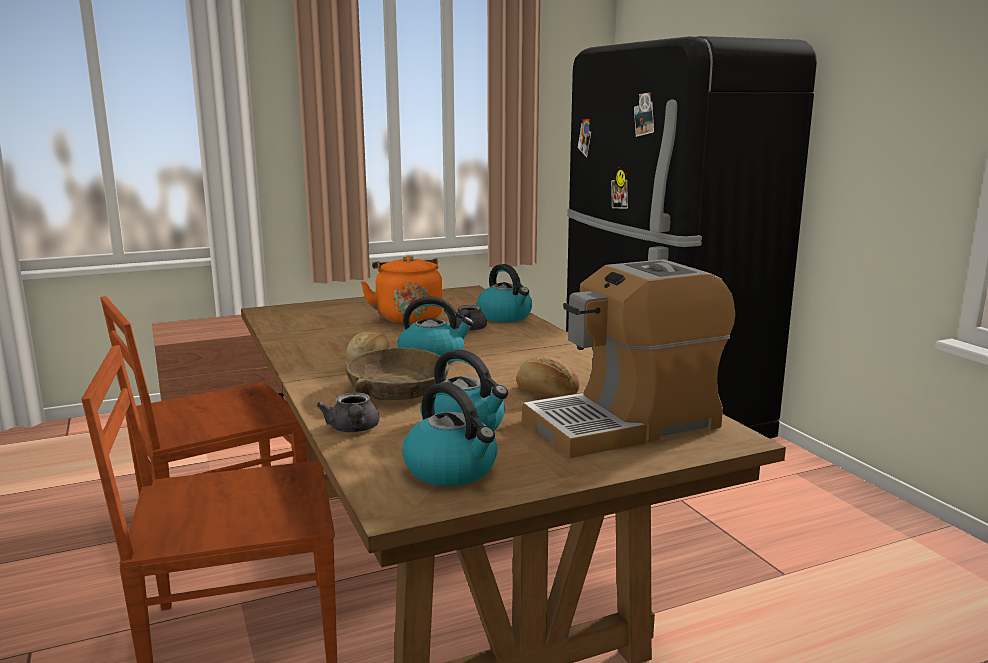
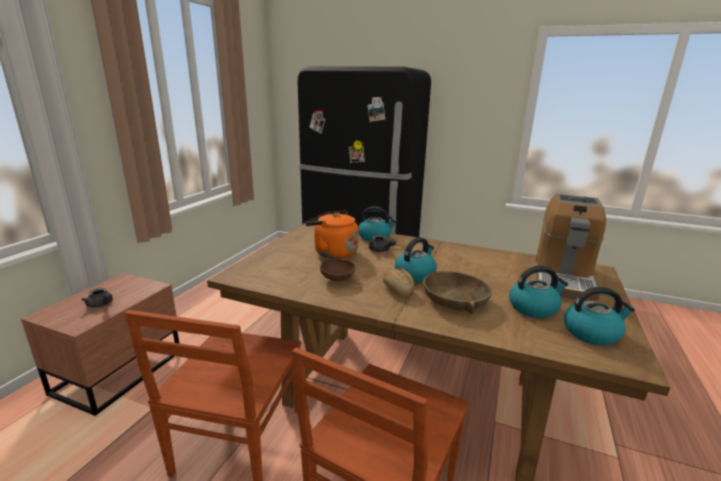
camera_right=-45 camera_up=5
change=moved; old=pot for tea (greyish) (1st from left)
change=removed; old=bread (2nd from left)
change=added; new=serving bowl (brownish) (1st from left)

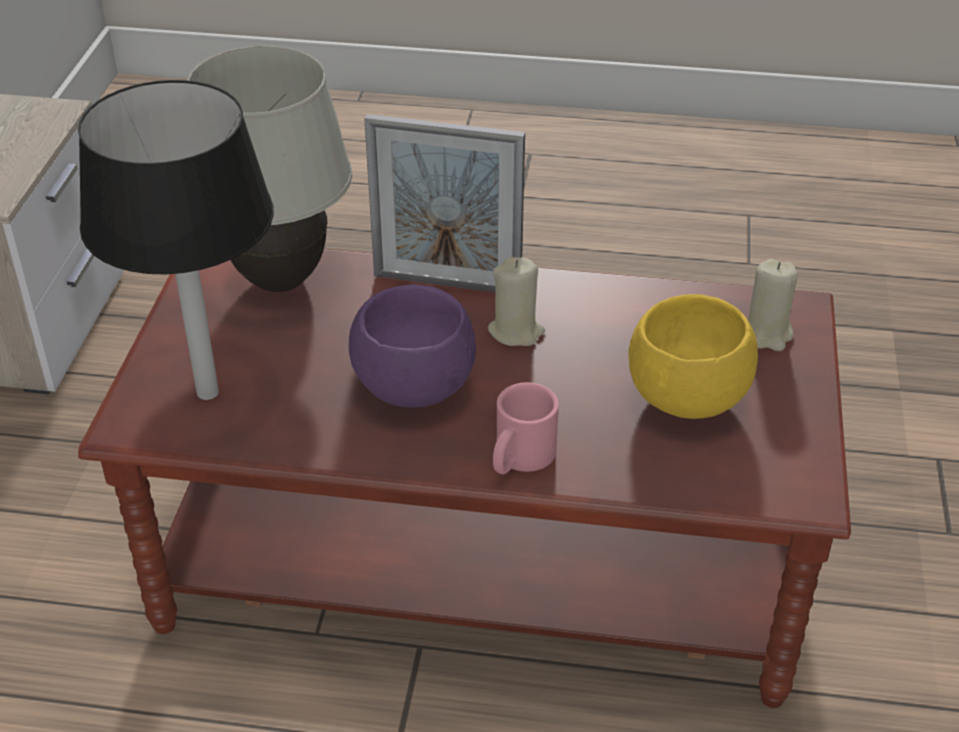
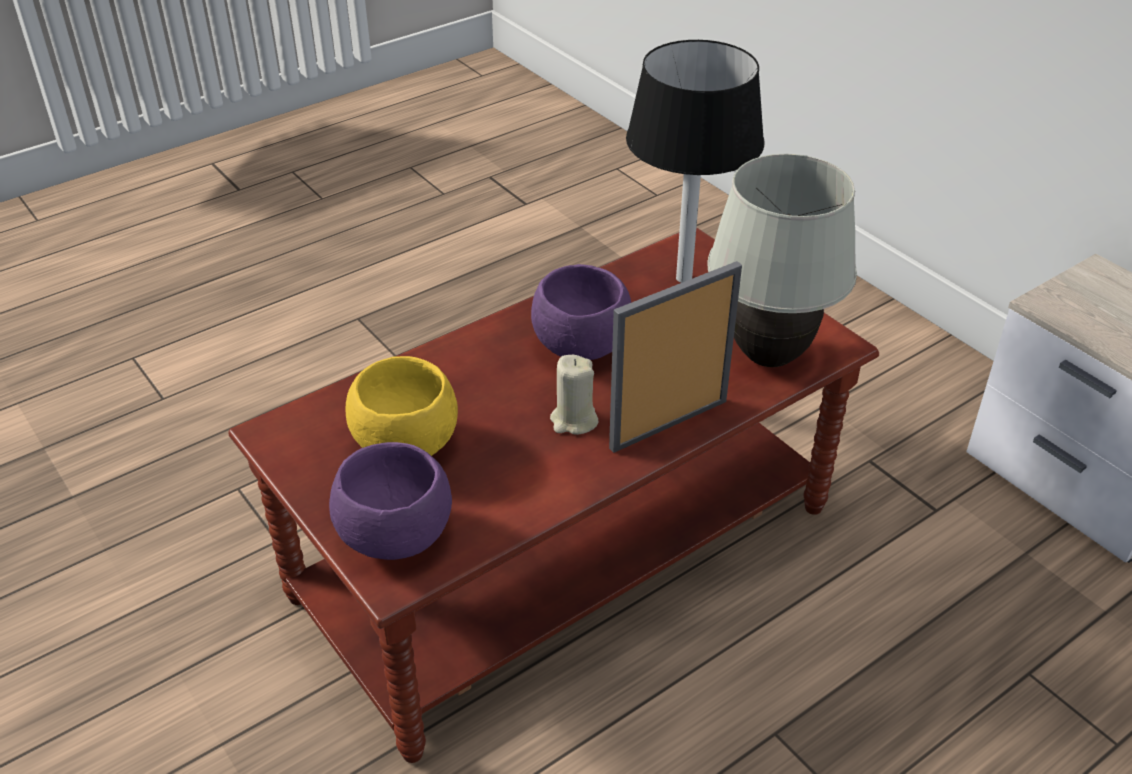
camera_right=135 camera_up=0
change=removed; old=coffee mug (pink-coloured)
change=replaced; old=candle (beige) (2nd from left); new=serving bowl (purple) (1st from left)

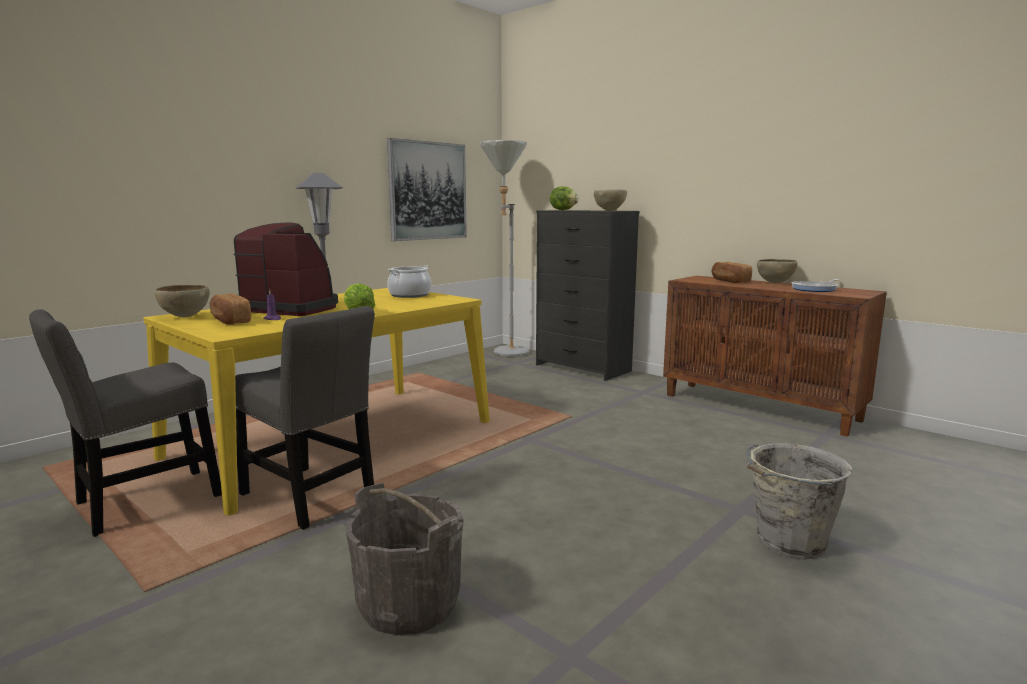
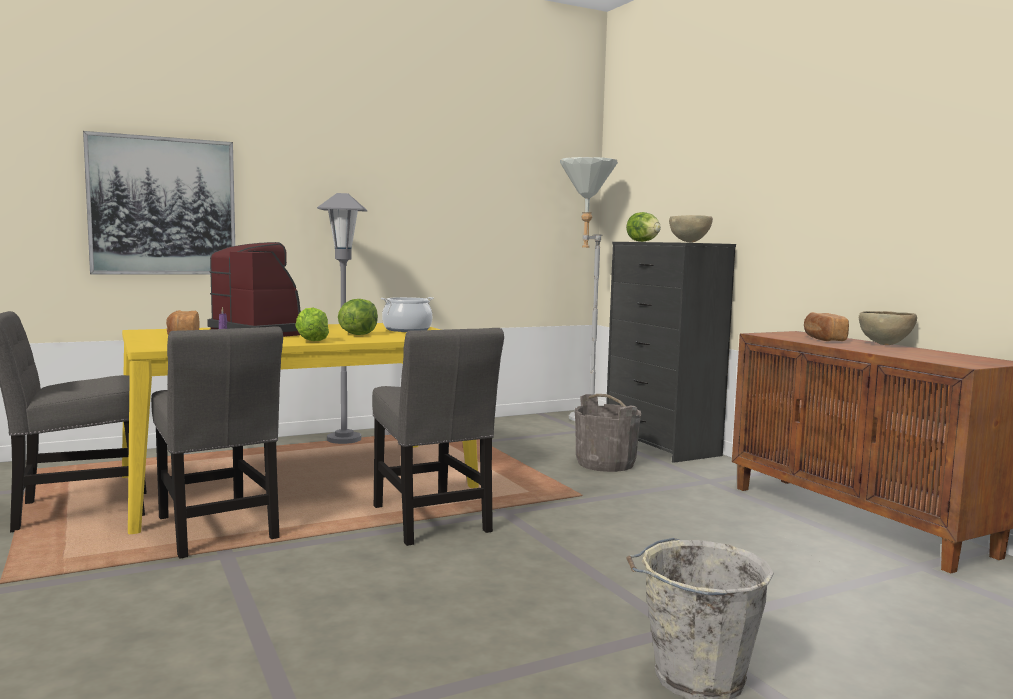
camera_right=20 camera_up=-5
change=removed; old=serving bowl (brownish) (1st from left)
change=moved; old=bucket (greyish) (1st from left)
change=moved; old=picture
change=removed; old=frying pan
change=added; new=lettuce (2nd from left)
change=added; new=plain chair (greyish) (3rd from left)

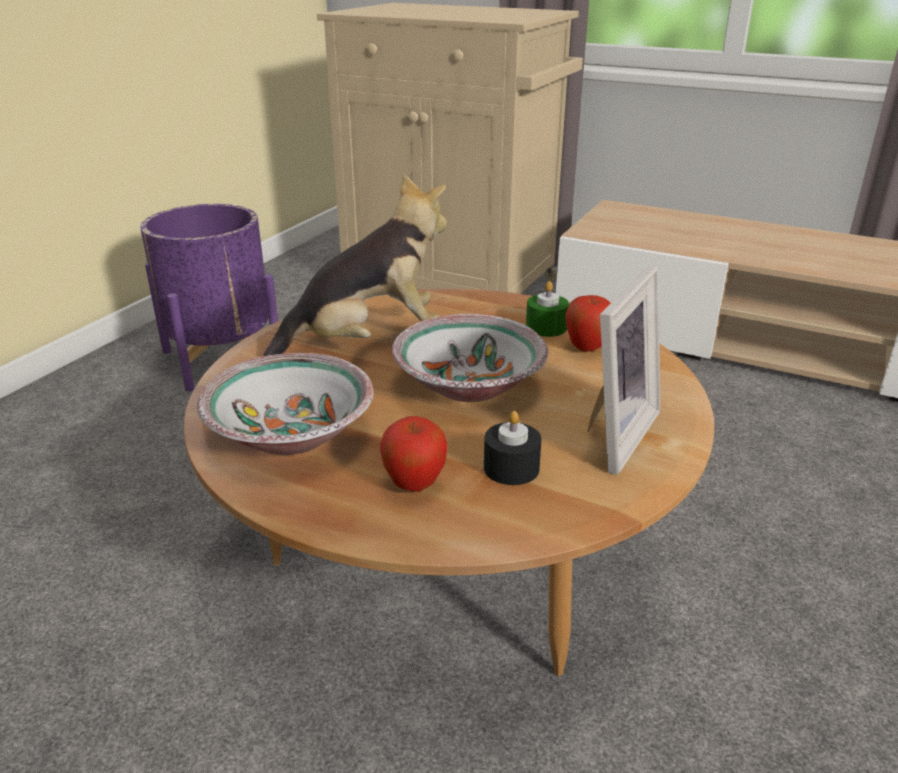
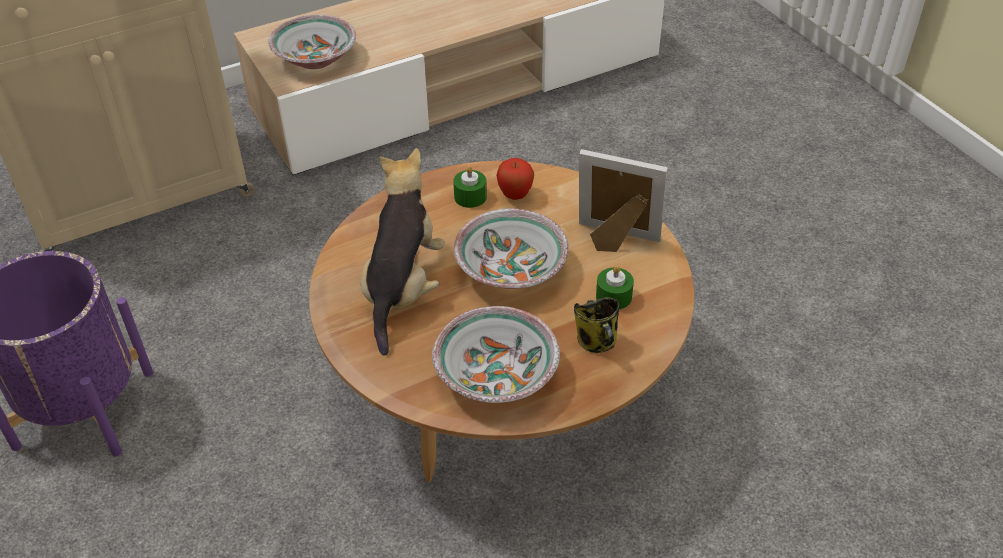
camera_right=-55 camera_up=15
change=replaced; old=whole apple (1st from left); new=coffee mug
change=recoloured; old=candle (blackish); new=candle (greenish) (2nd from left)
change=turned; old=standing frame; degrees=-45
change=added; new=serving bowl (1st from left)

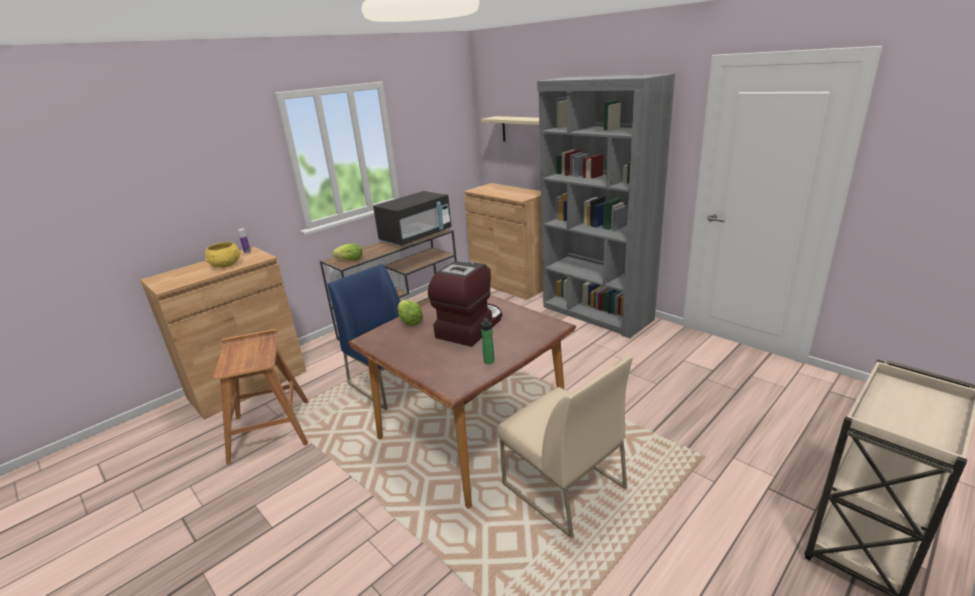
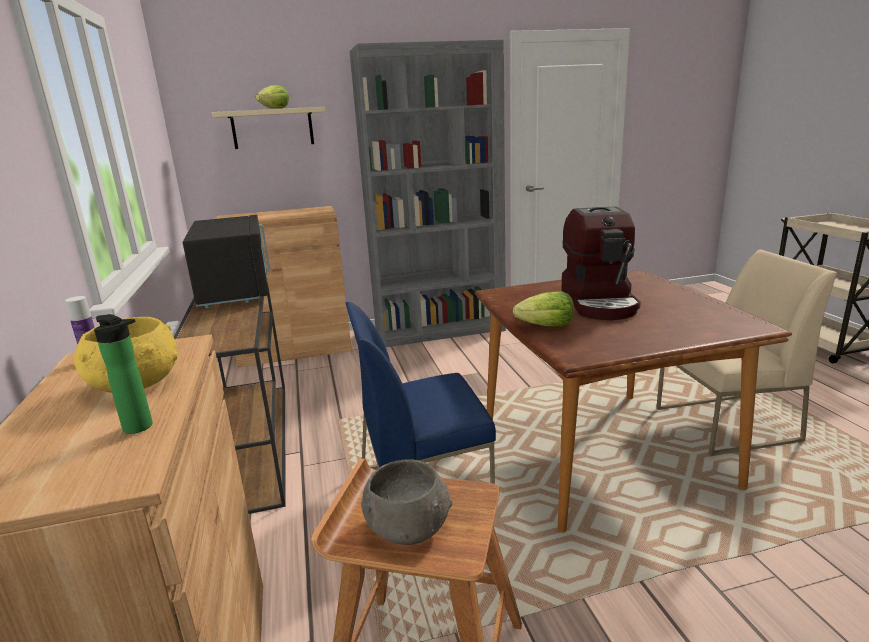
camera_right=-60 camera_up=-5
change=moved; old=lettuce (1st from left)
change=turned; old=coffee maker; degrees=-150
change=moved; old=bottle (2nd from left)
change=added; new=serving bowl (greyish)

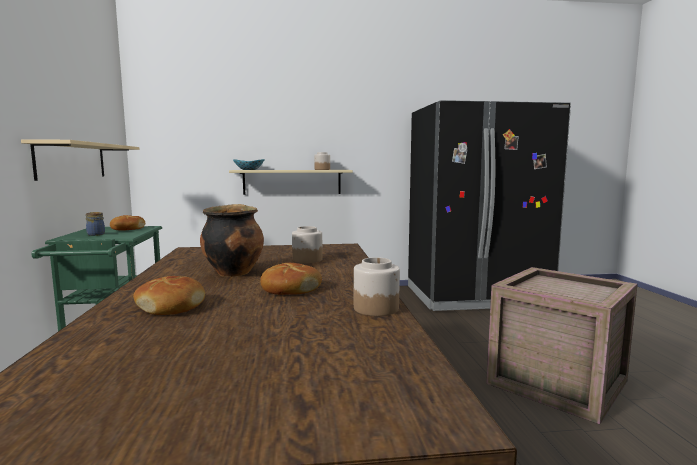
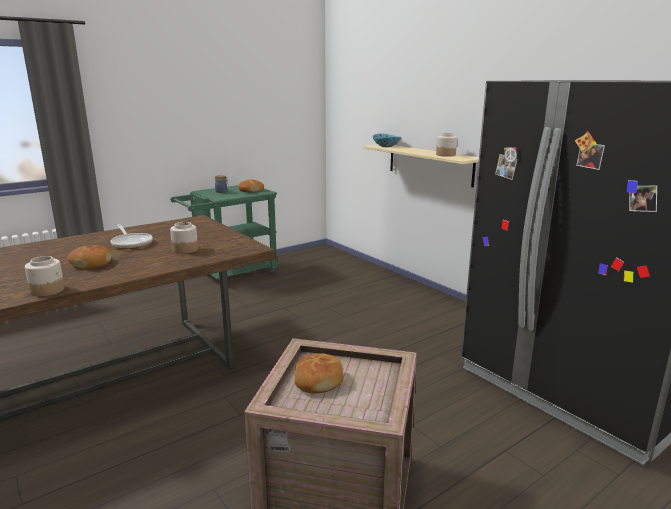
camera_right=60 camera_up=10
change=removed; old=wall shelf (beige) (1st from left)
change=moved; old=bread (2nd from left in the first image); new=bread (3rd from left)
change=replaced; old=saucepot; new=frying pan

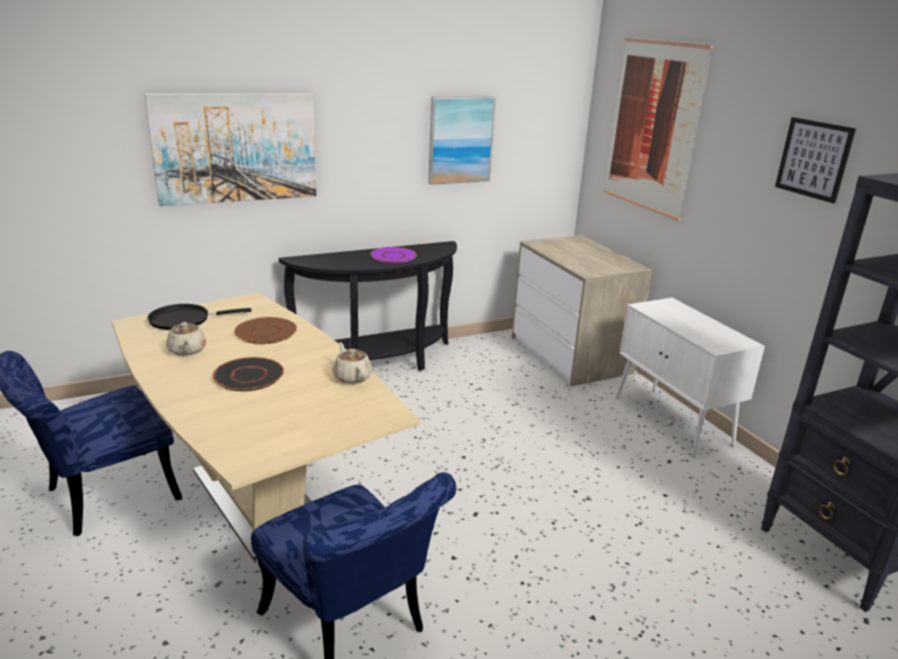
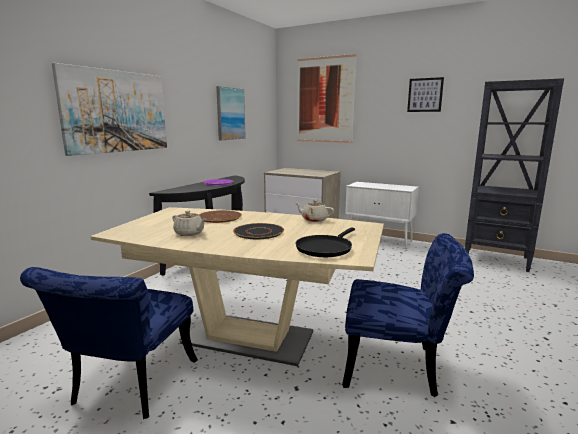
camera_right=-35 camera_up=-10
change=moved; old=frying pan (blackish)

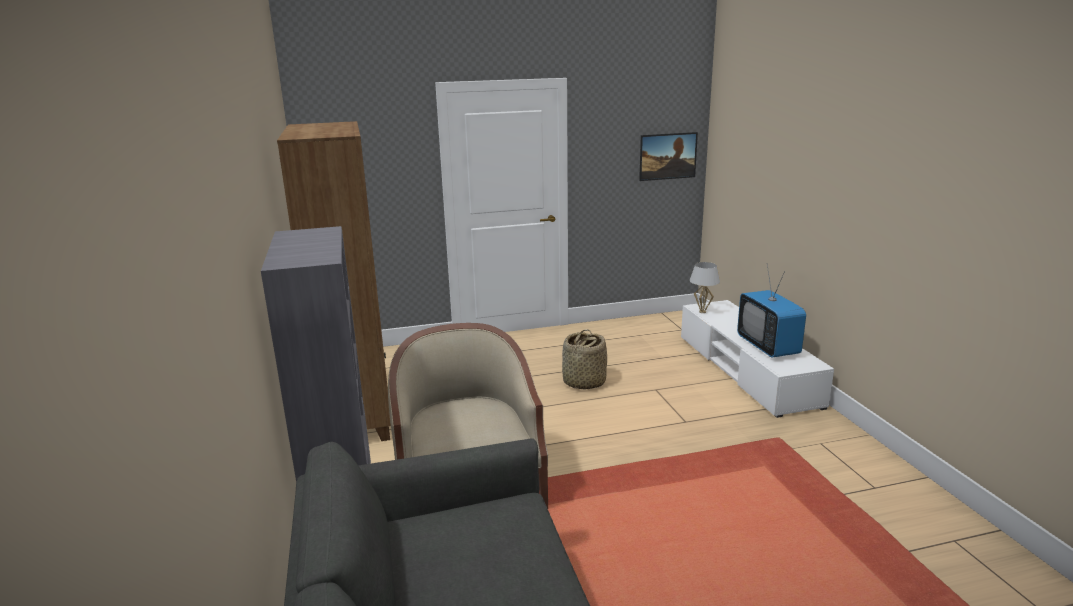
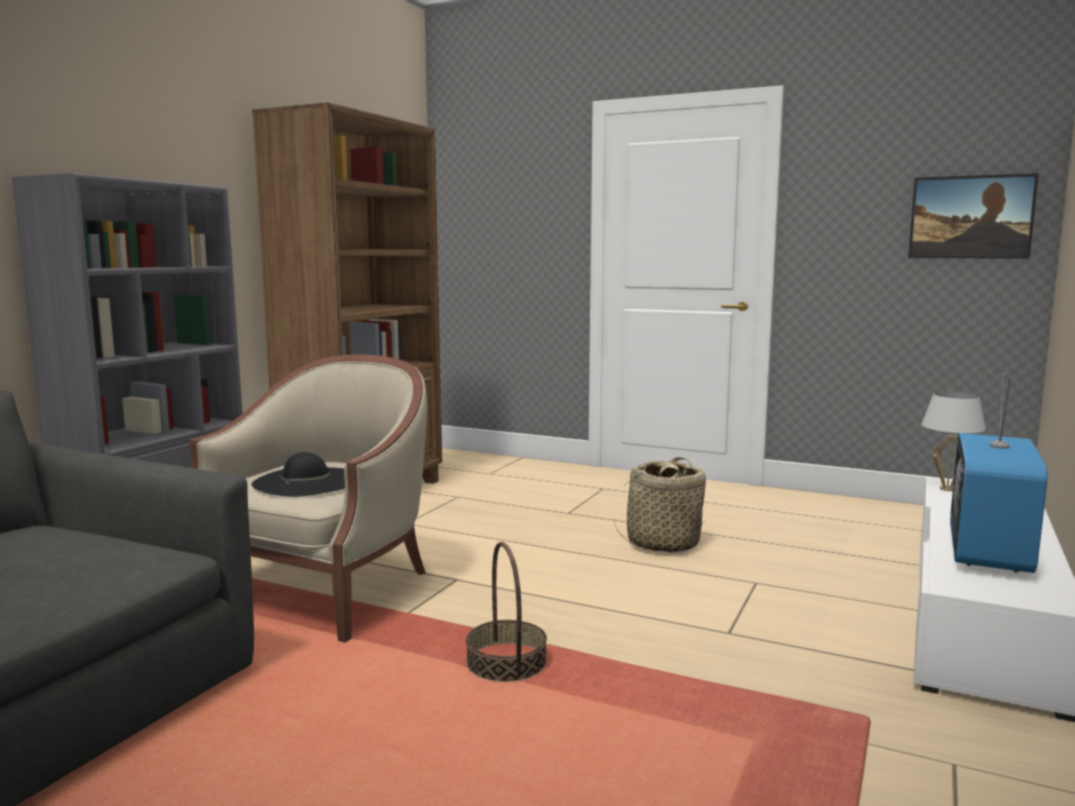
camera_right=40 camera_up=-10
change=added; new=clothing hat (blackish)
change=added; new=household basket (1st from left)

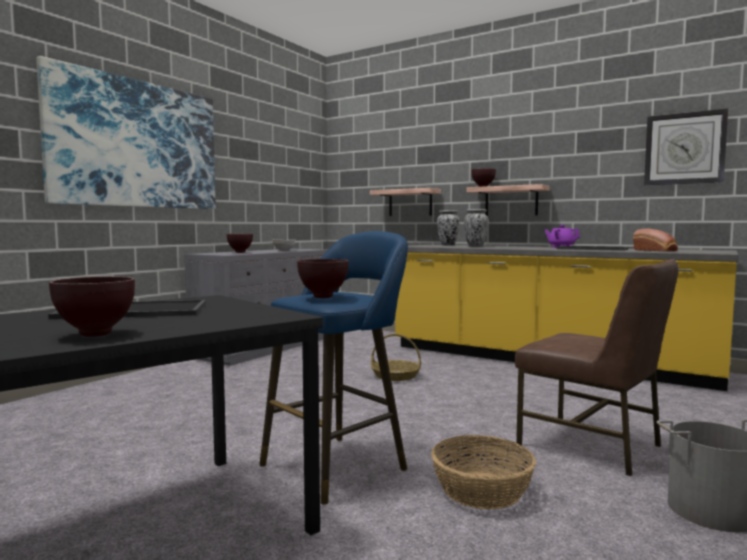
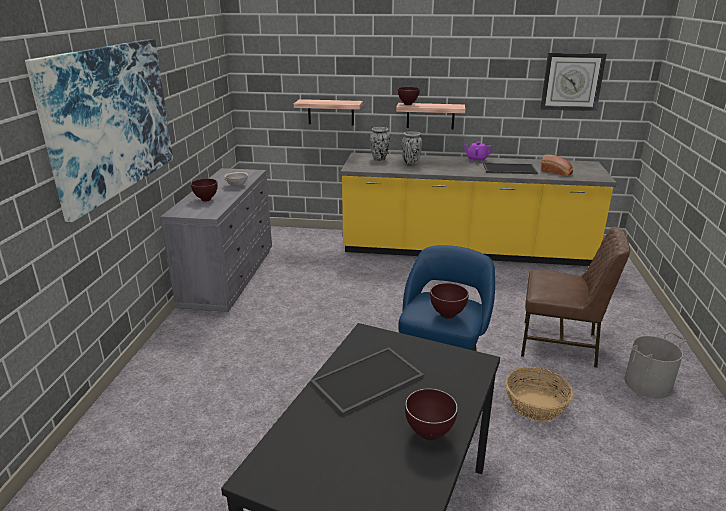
camera_right=-25 camera_up=20
change=removed; old=household basket (1st from left)

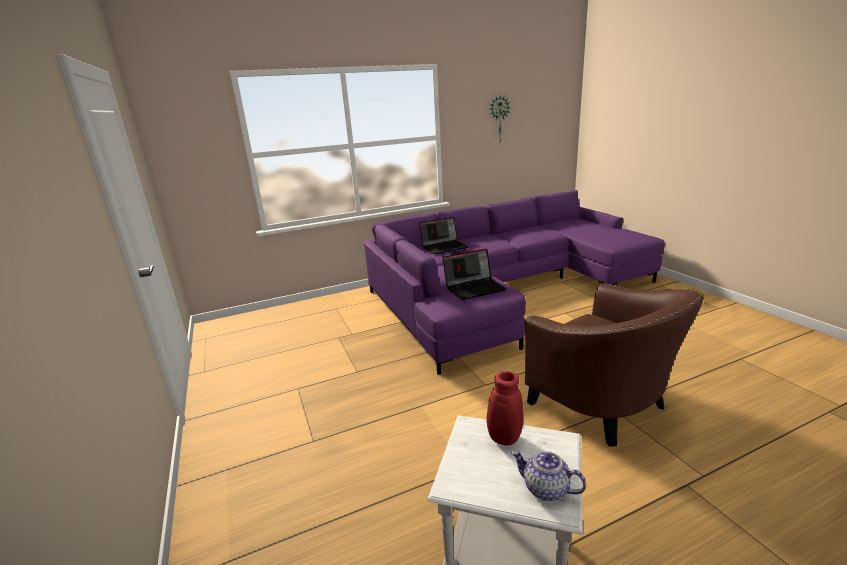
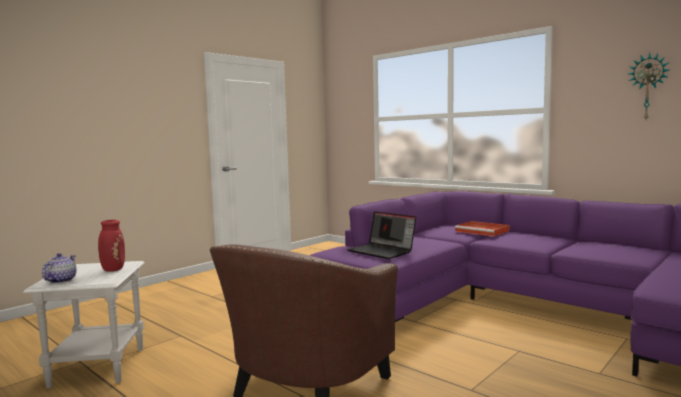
camera_right=65 camera_up=-15
change=replaced; old=laptop (1st from left); new=tray (red-coloured)

